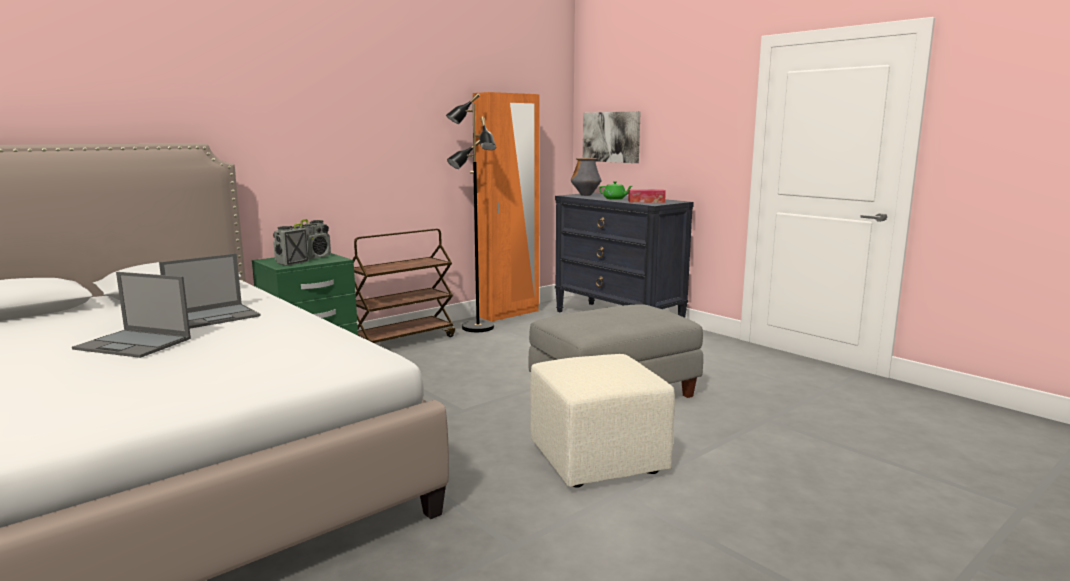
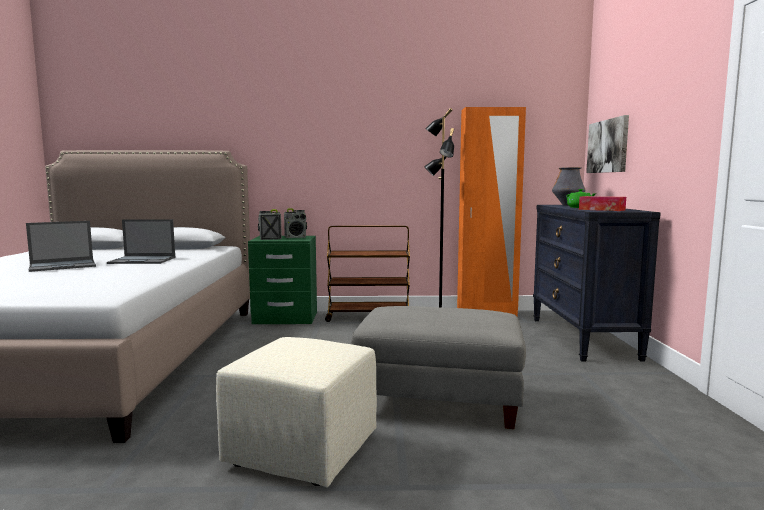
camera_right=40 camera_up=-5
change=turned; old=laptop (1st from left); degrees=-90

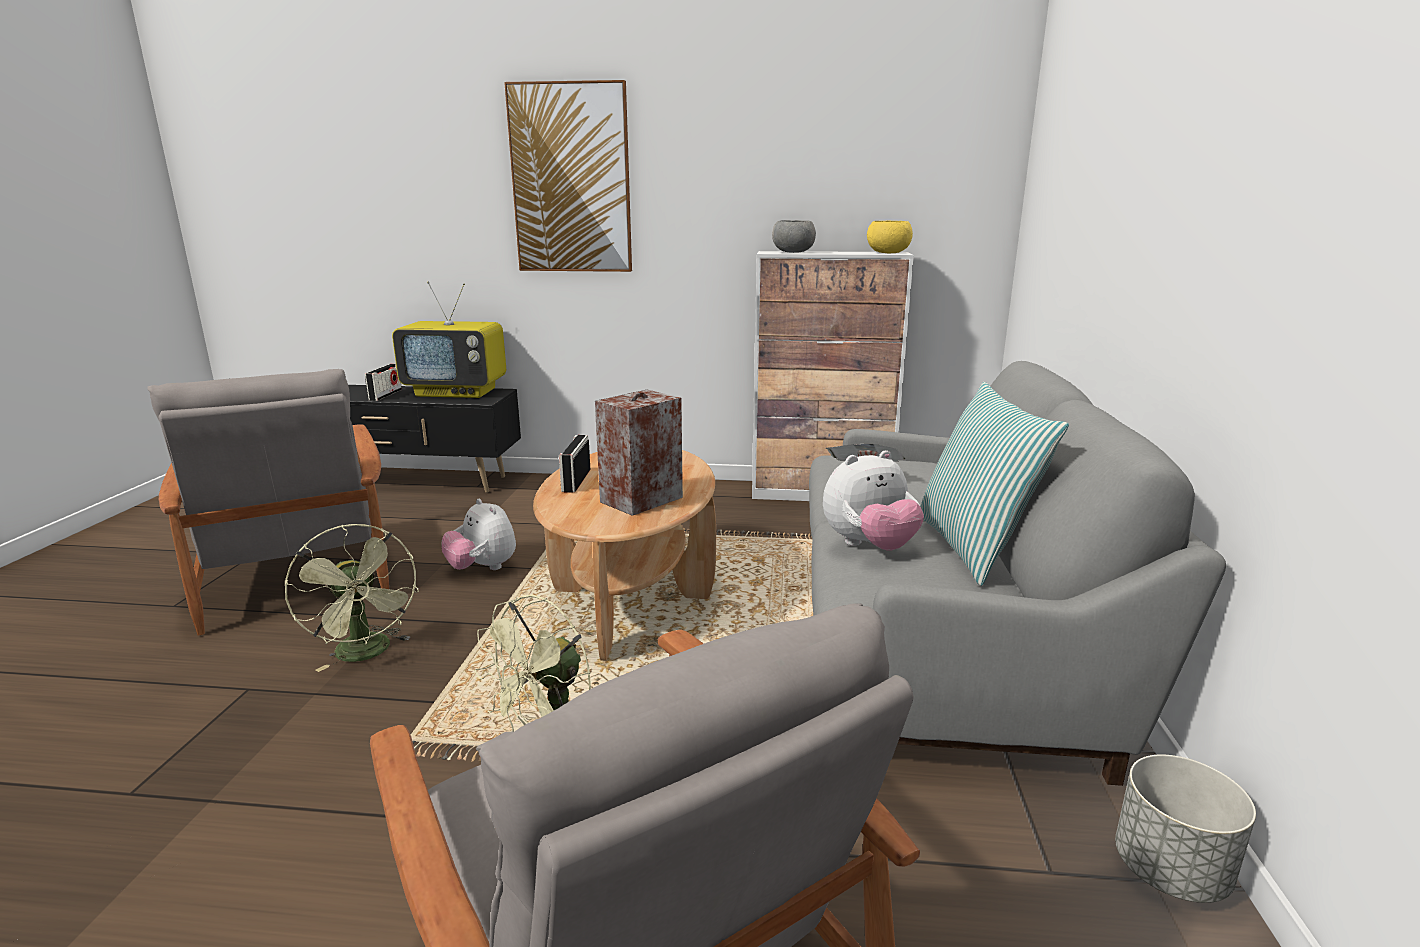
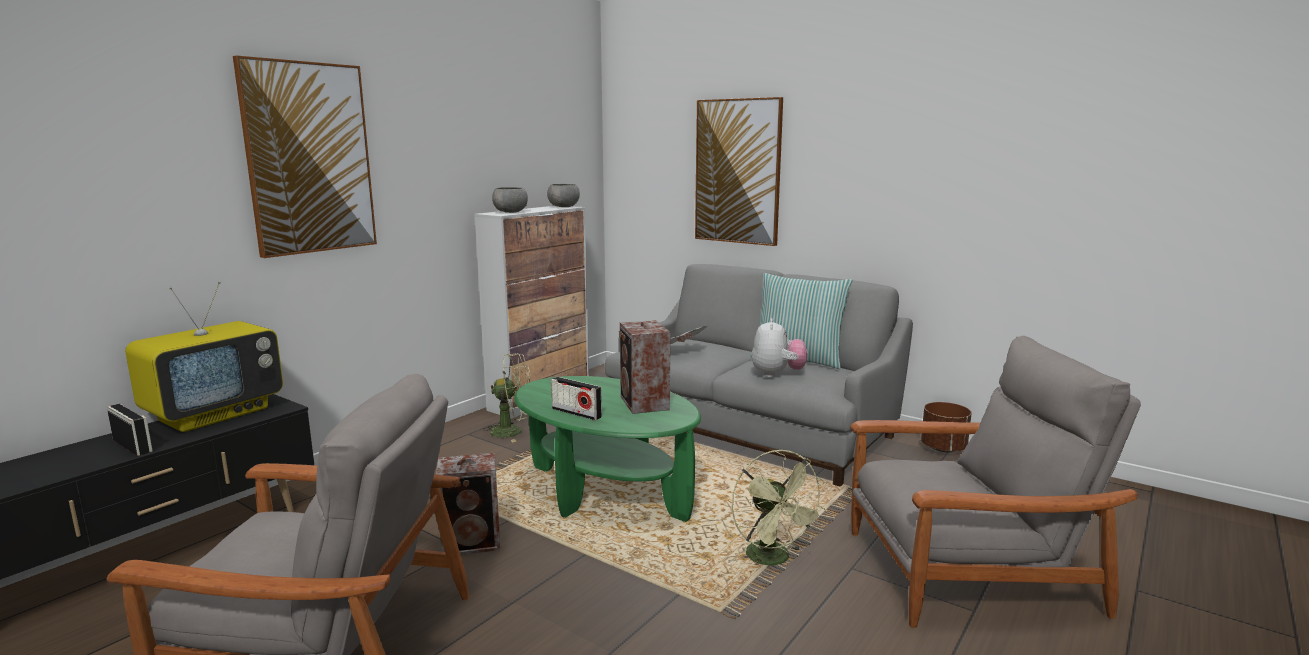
camera_right=-60 camera_up=-5
change=moved; old=fan (greenish) (1st from left)
change=replaced; old=soft toy (1st from left); new=audio speaker (1st from left)
change=recoloured; old=lounge table (brownish); new=lounge table (greenish)
change=recoloured; old=serving bowl (yellow-coloured); new=serving bowl (greyish) (2nd from left)
change=recoloured; old=flower pot (greyish); new=flower pot (brownish)
change=added; new=picture (2nd from left)

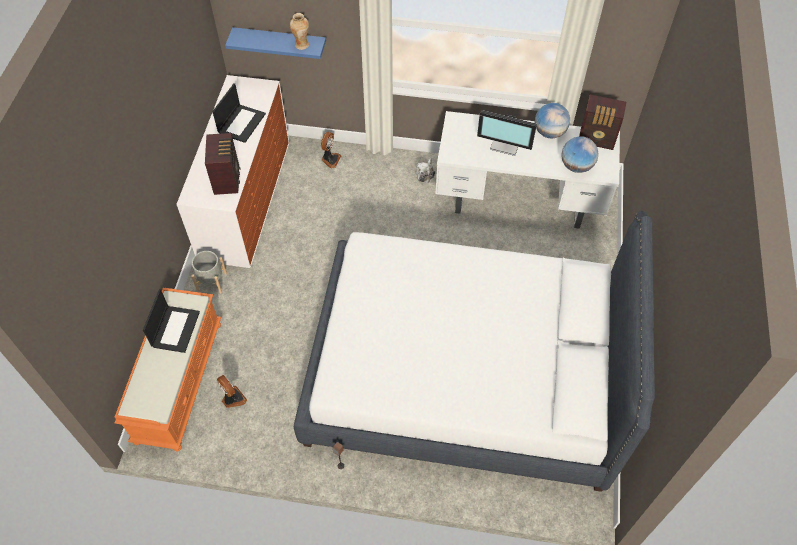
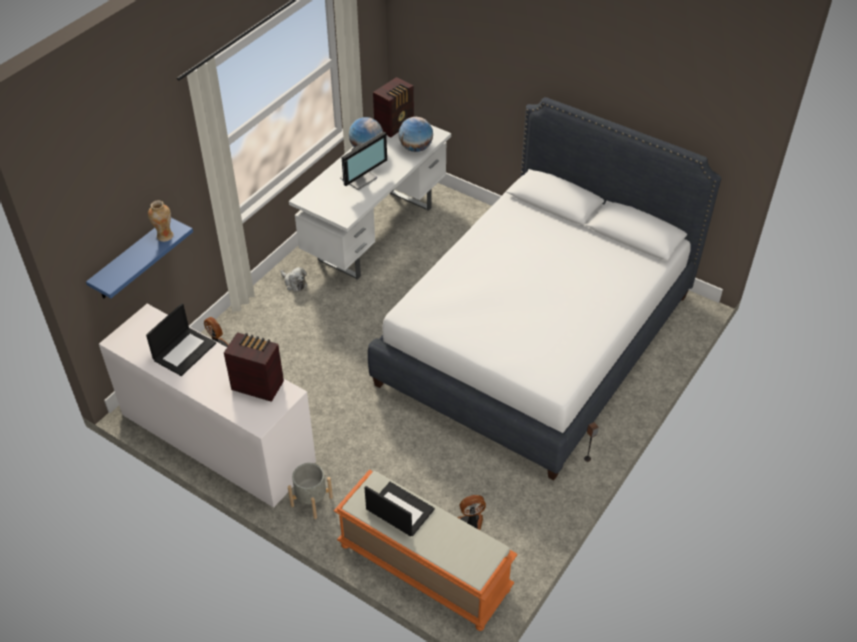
camera_right=-65 camera_up=-10
change=turned; old=laptop (2nd from left in the first image); degrees=75

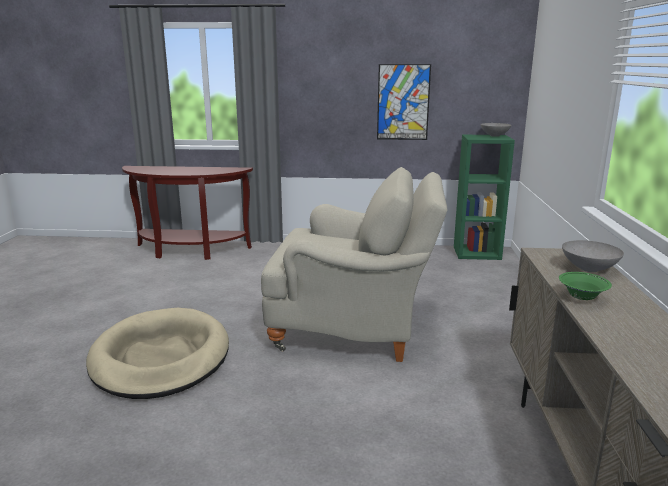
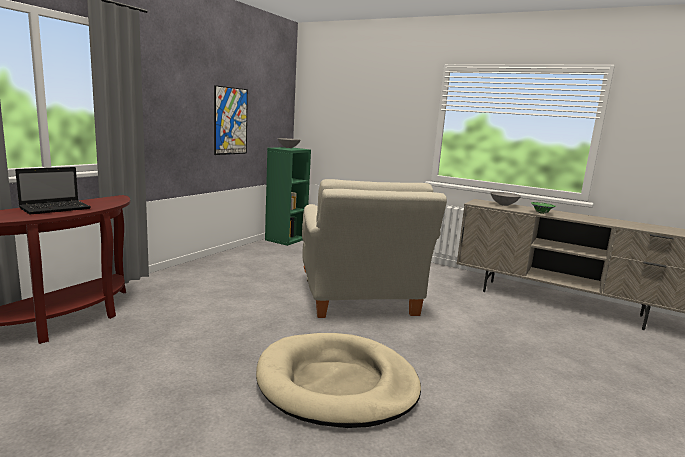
camera_right=-65 camera_up=-5
change=turned; old=armchair (beige); degrees=135
change=added; new=laptop

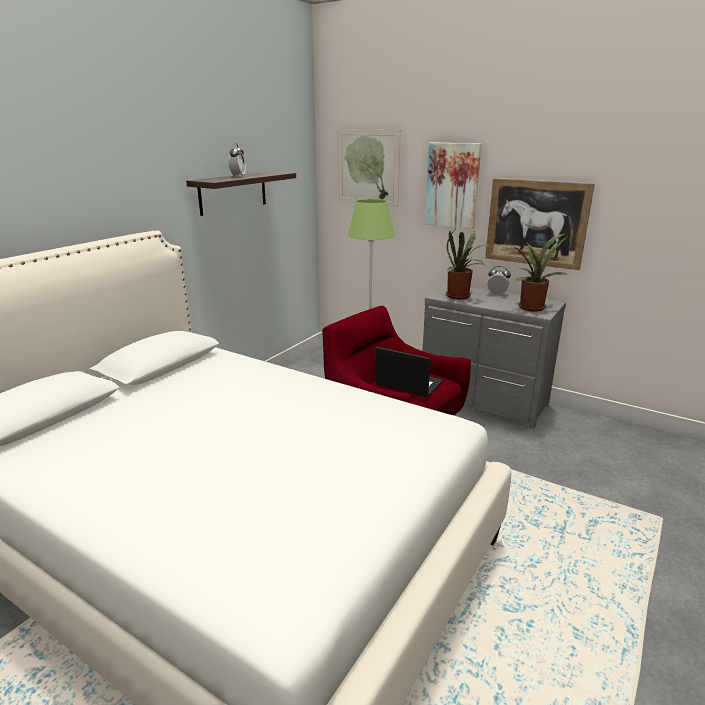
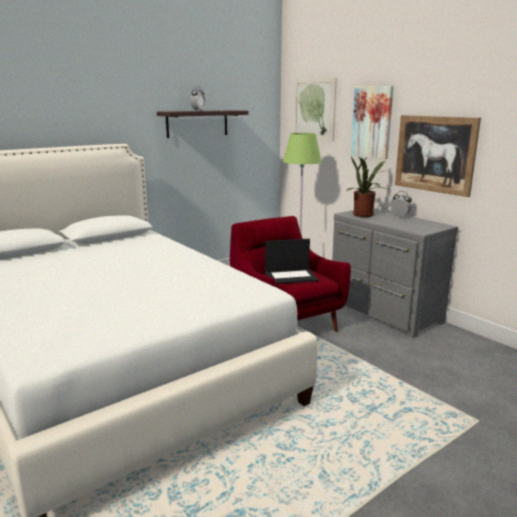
camera_right=20 camera_up=-5
change=turned; old=laptop; degrees=120
change=removed; old=plant in a pot (2nd from left)

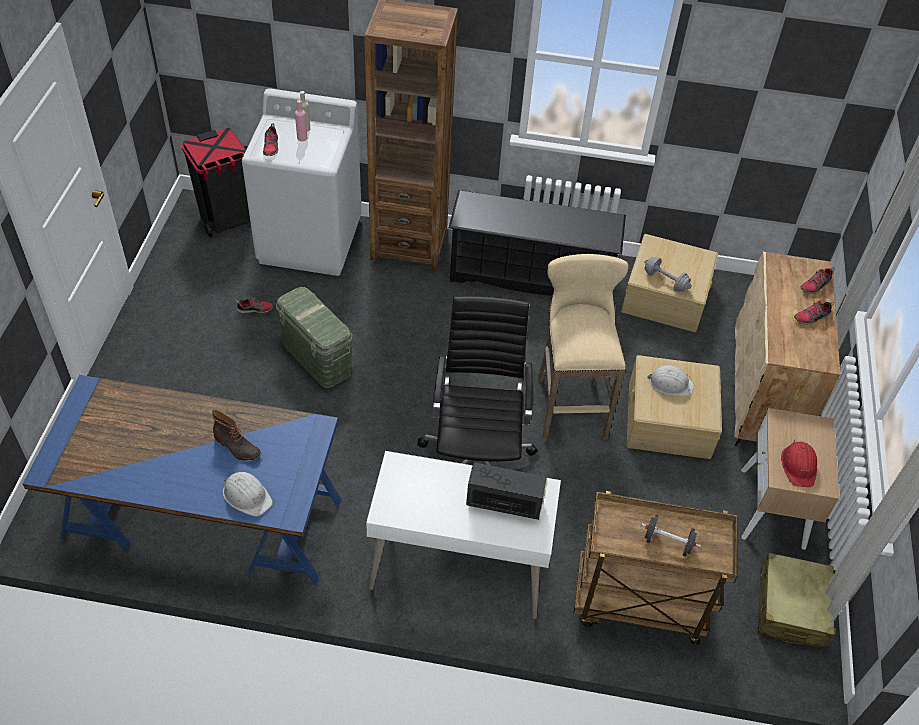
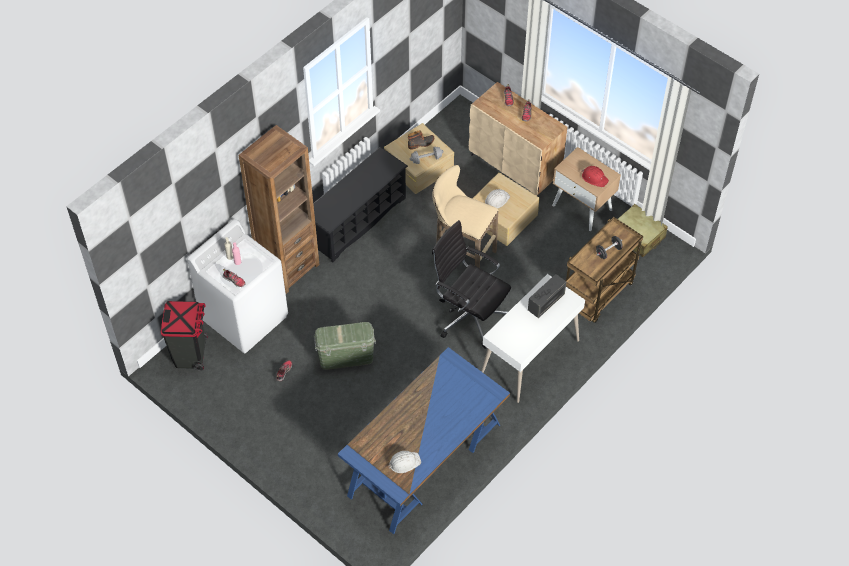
camera_right=-55 camera_up=5
change=moved; old=boot
change=moved; old=work helmet (whitish) (1st from left)

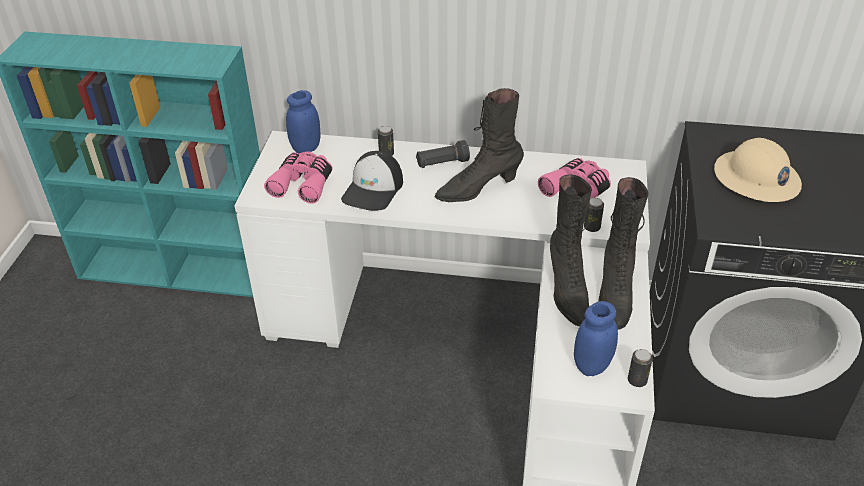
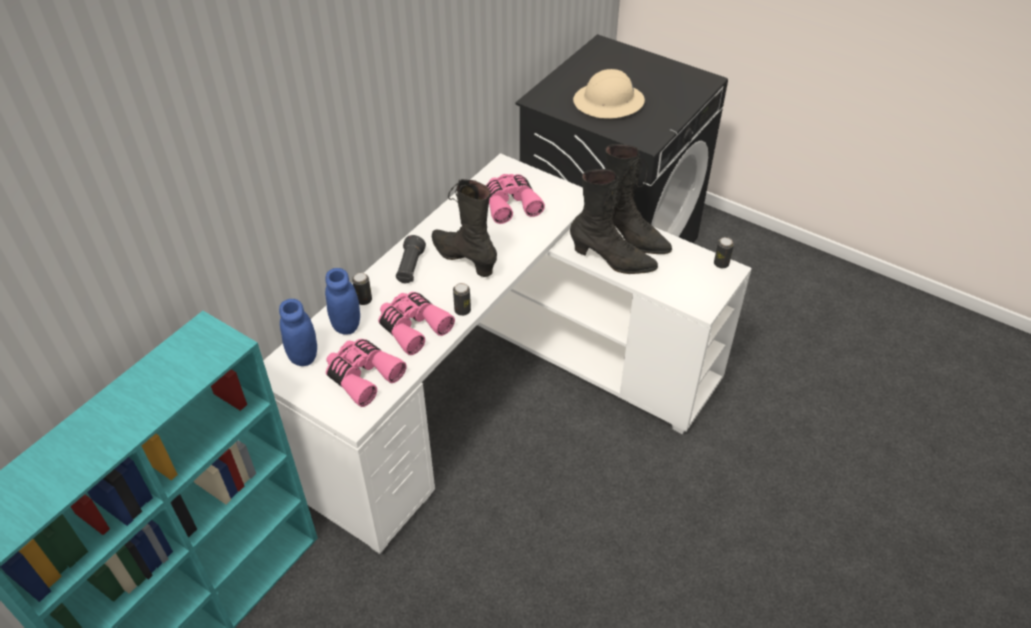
camera_right=-65 camera_up=5
change=replaced; old=peaked cap; new=binoculars (pink-coloured) (2nd from left)
change=turned; old=boot (blackish) (1st from left); degrees=135
change=moved; old=storage jar (bluish) (2nd from left)
change=moved; old=sealed can (2nd from left)

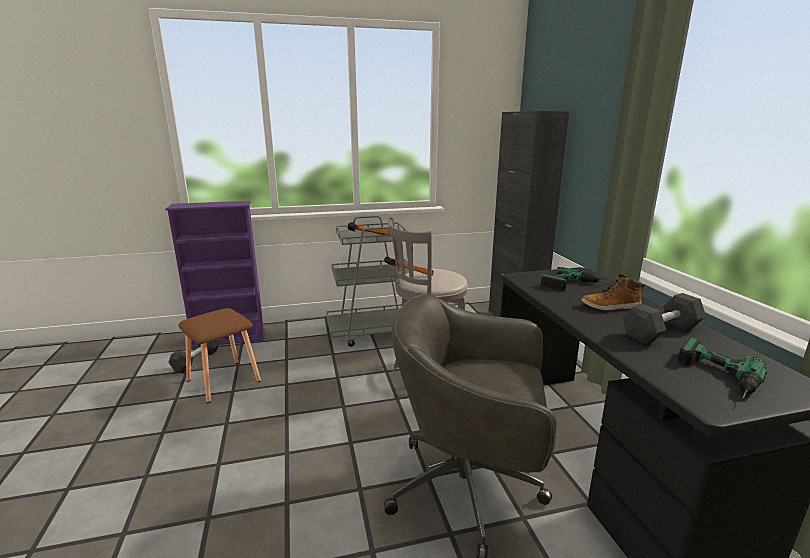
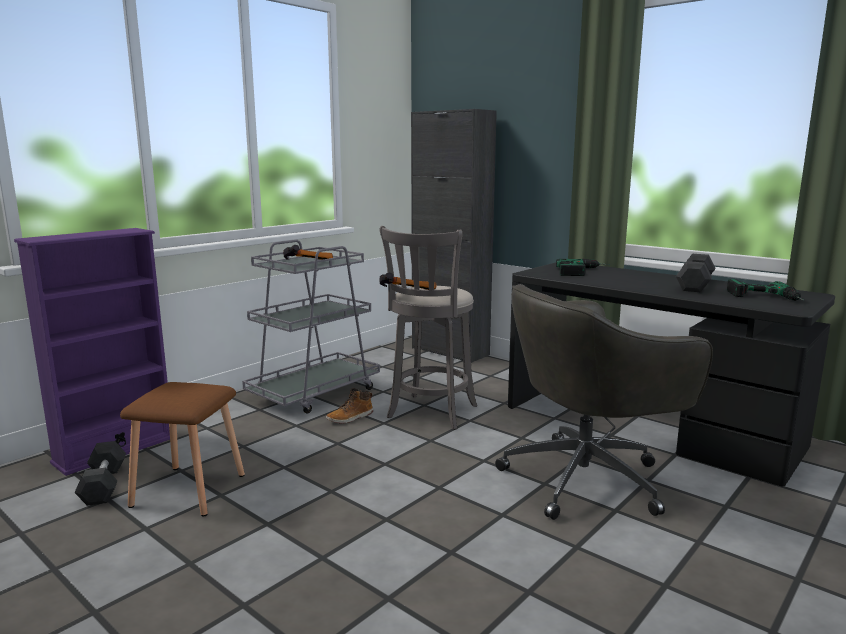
camera_right=-35 camera_up=-5
change=moved; old=boot

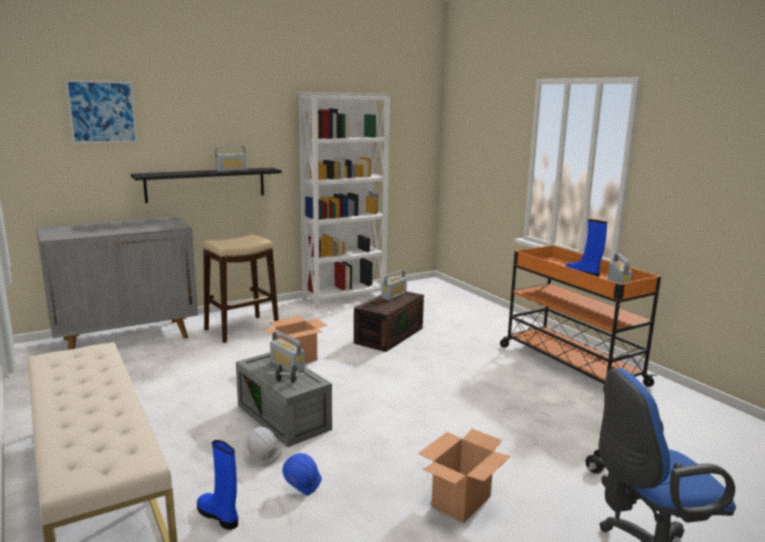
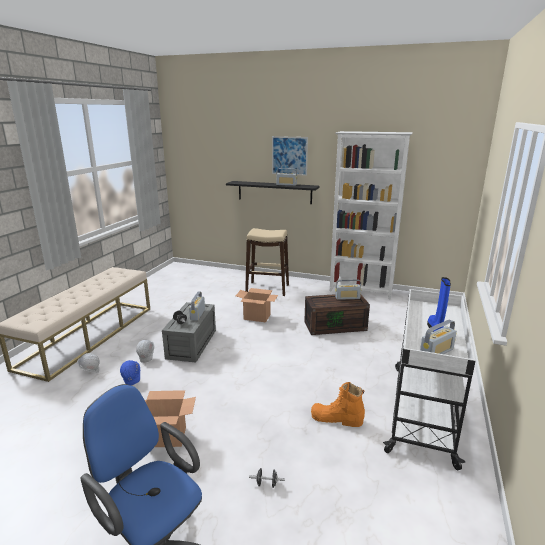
camera_right=50 camera_up=5
change=removed; old=cupboard (greyish)
change=moved; old=picture
change=replaced; old=boot (bluish) (1st from left); new=work helmet (whitish) (1st from left)
change=recoloured; old=trolley (orangey); new=trolley (whitish)
change=added; new=boot (orangey)

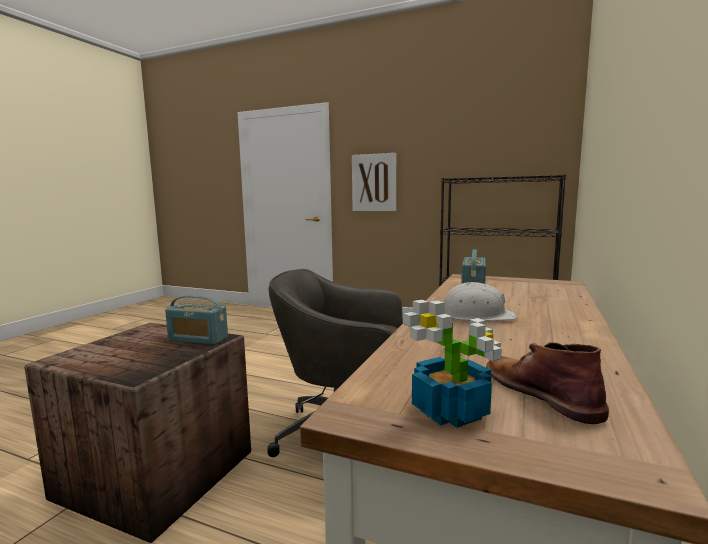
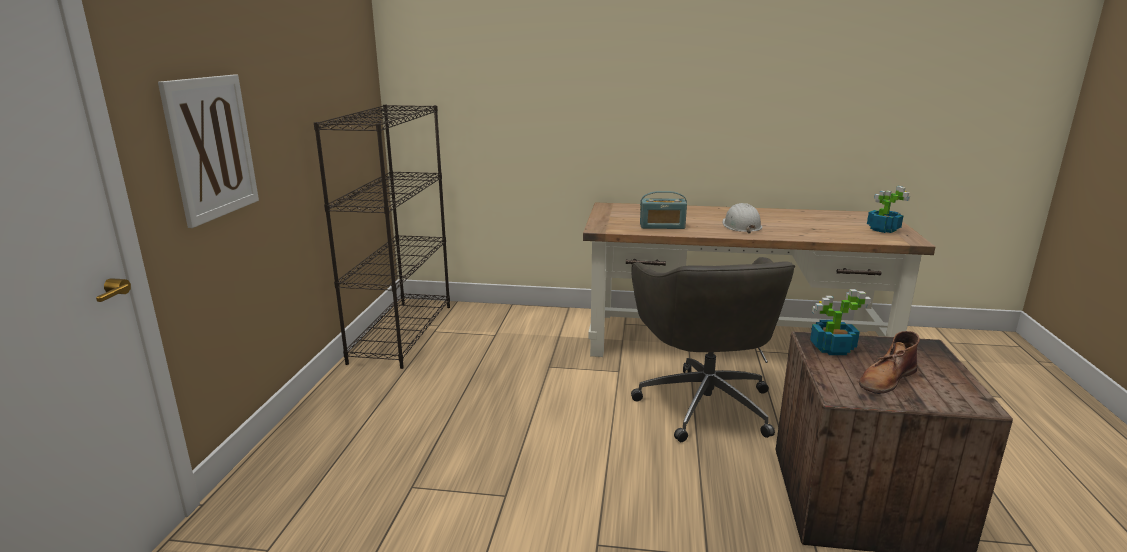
camera_right=-105 camera_up=10
change=replaced; old=radio set (1st from left); new=plant in a pot (1st from left)
change=moved; old=boot (brownish)

